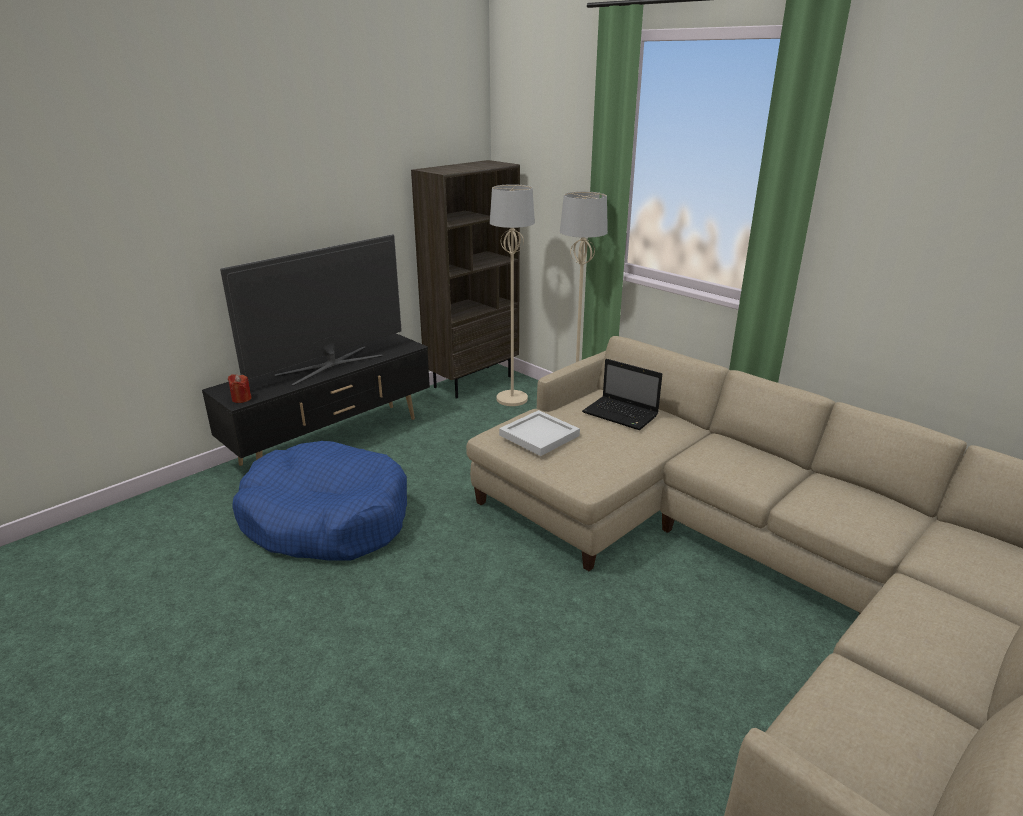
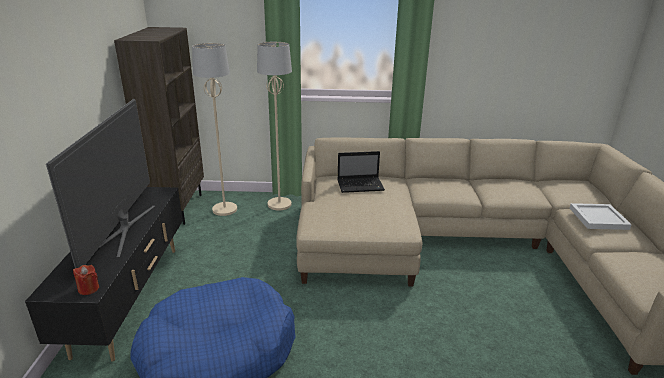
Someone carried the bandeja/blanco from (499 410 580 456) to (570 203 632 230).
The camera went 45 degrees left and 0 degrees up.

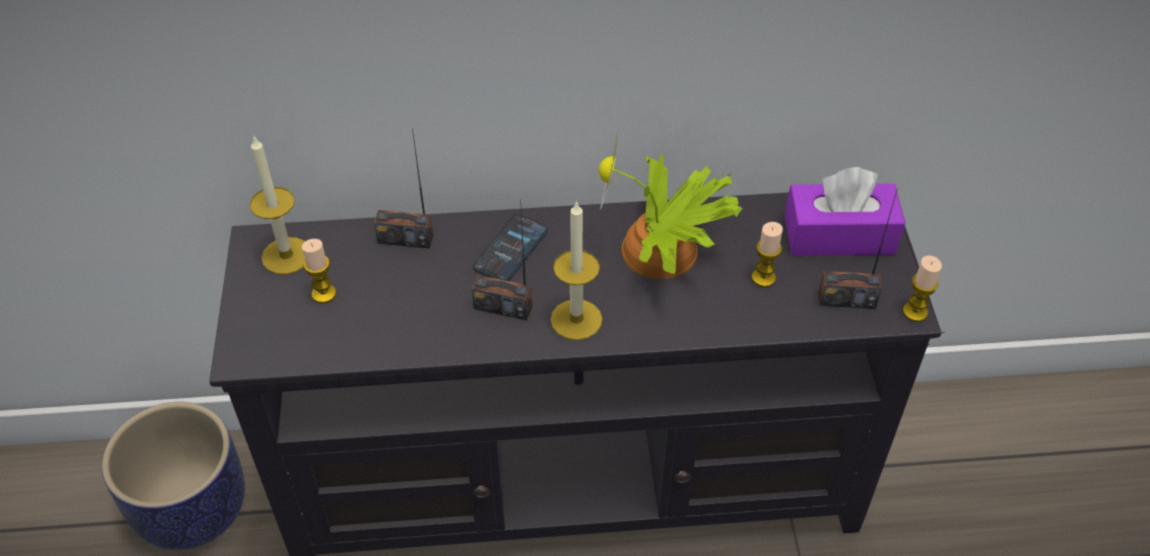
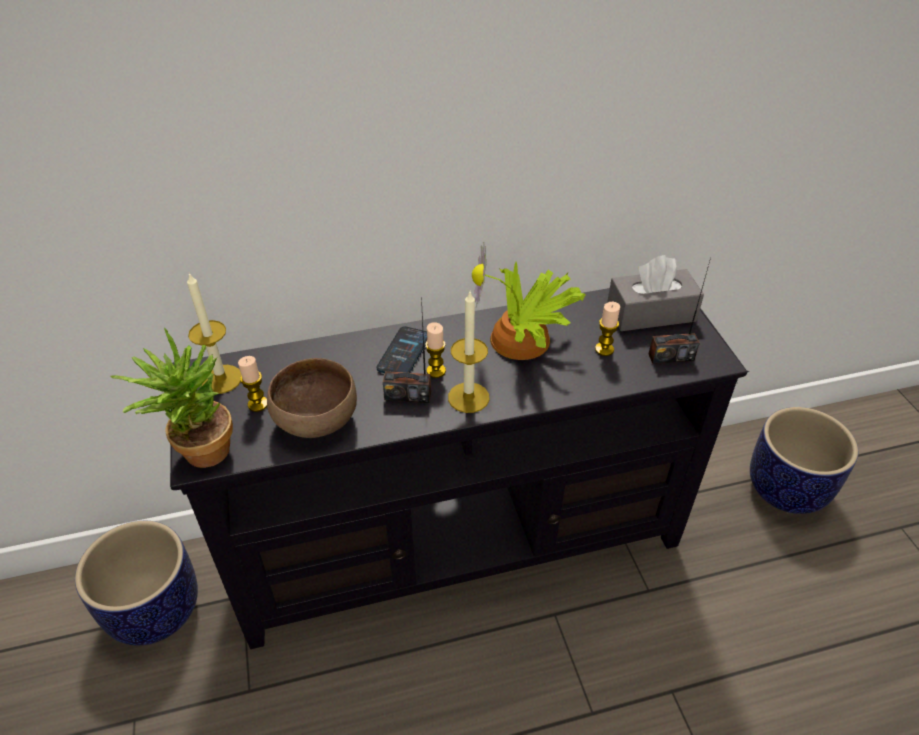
Someone took away the radio at (374 128 433 248).
Someone put down the planta en maceta at (110 327 233 468).
Someone put down the cuenco/marrón at (267 358 357 438).
Someone put down the maceta at (750 407 858 514).
Someone carried the vela from (903 255 942 322) to (425 322 446 378).
Someone repainted the caja de pañuelos/morado at (784 167 905 256), which became the caja de pañuelos/gris at (607 255 704 331).
The camera went 10 degrees left and 5 degrees down.

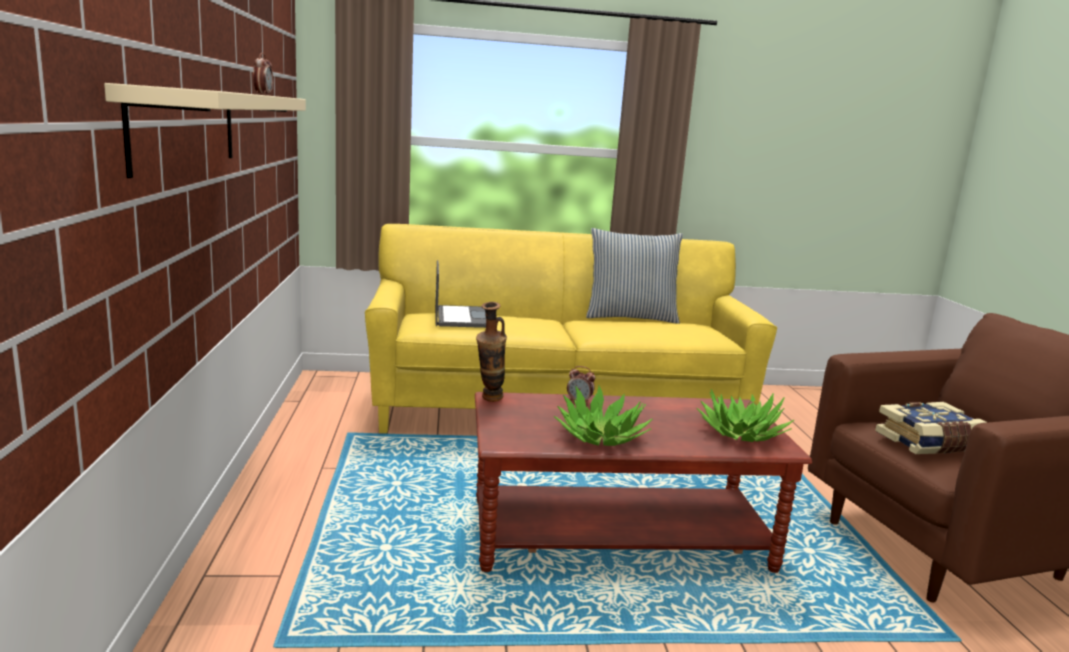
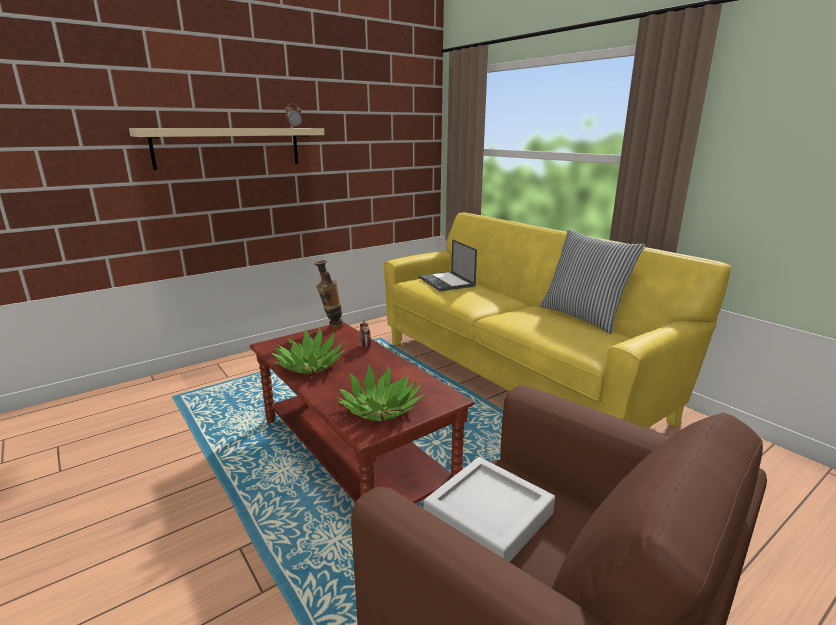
Someone swapped the libro at (875 402 987 454) for the bandeja/gris at (423 457 555 562).
Someone rotated the portátil at (435 260 486 328) by 105 degrees clockwise.
The camera went 60 degrees right and 5 degrees up.

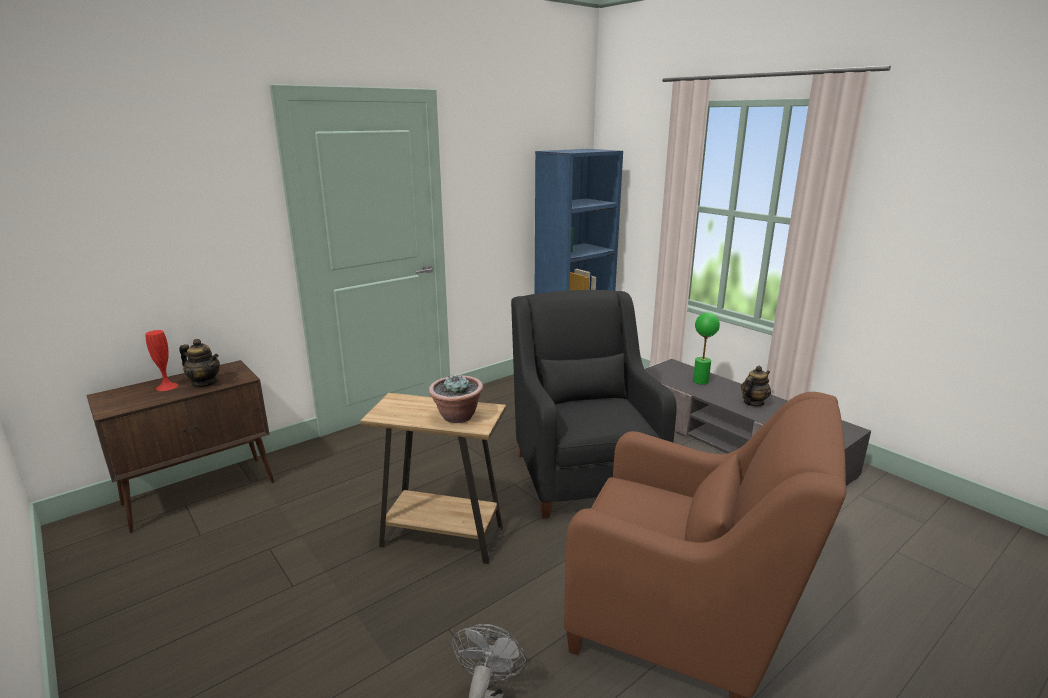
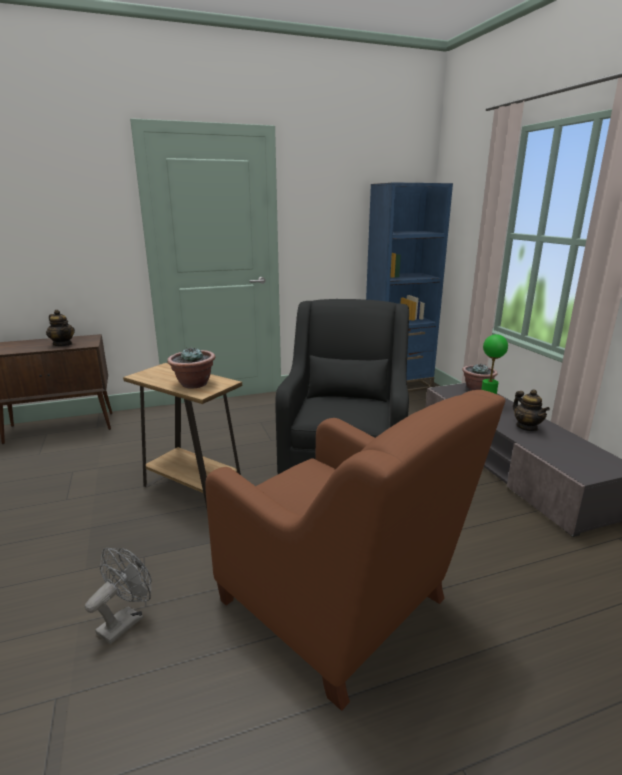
Someone took away the florero/rojo at (146 330 178 391).
Someone put down the planta en maceta at (462 364 498 391).
Someone rotated the tetera at (741 366 771 406) by 90 degrees clockwise.
The camera went 20 degrees right and 0 degrees up.

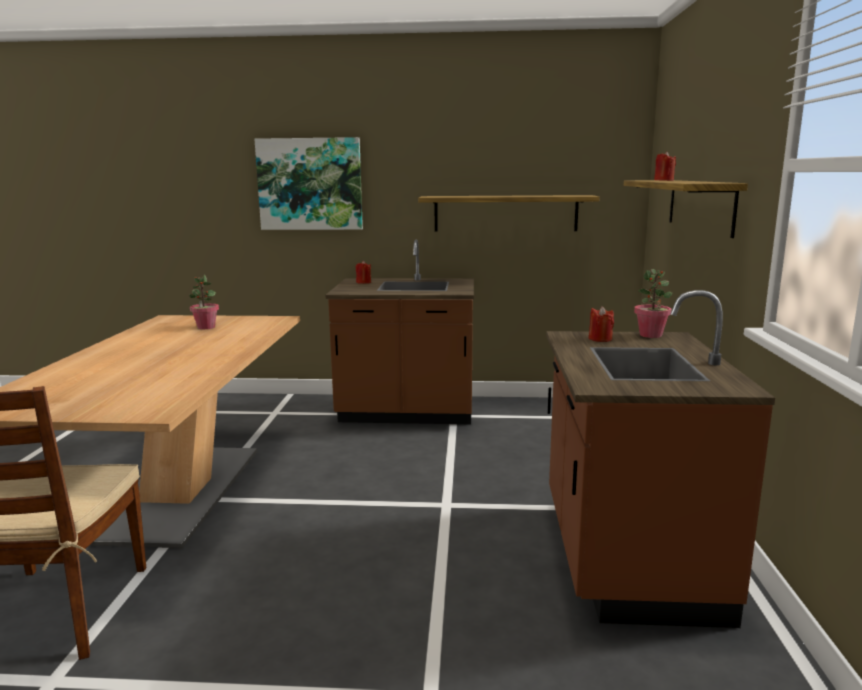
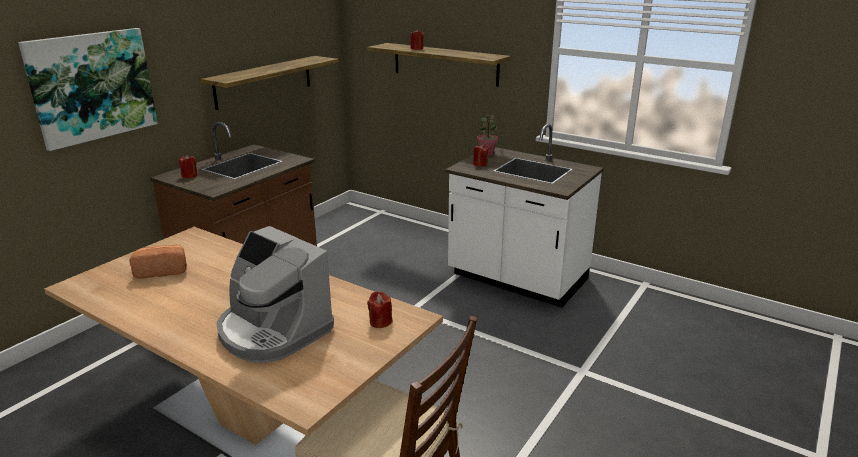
Someone put down the cafetera at (216 226 334 363).
Someone put down the vela/rojo at (367 291 392 328).
Someone swapped the planta en maceta at (189 275 219 329) for the pan at (129 245 187 278).
Someone repainted the mueble bajo de cocina/marrón at (546 290 775 628), which became the mueble bajo de cocina/blanco at (445 124 604 308).
The camera went 60 degrees left and 10 degrees up.

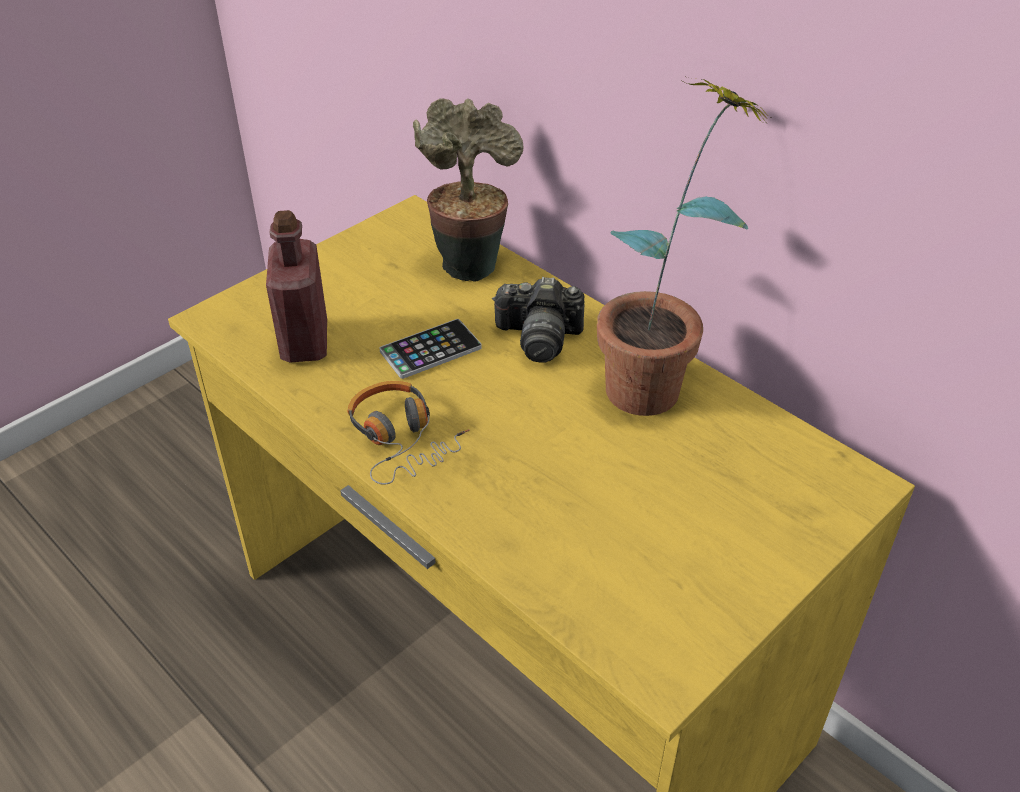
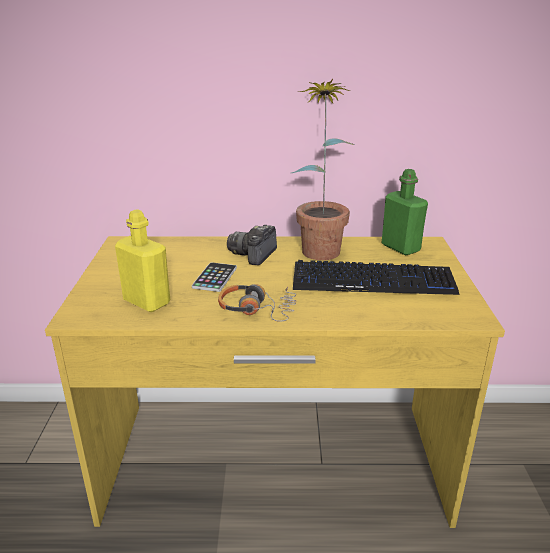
Someone took away the planta en maceta at (413 98 524 282).
Someone put down the teclado at (293 260 460 295).
Someone put down the botella/verde at (382 169 428 255).
Someone repainted the botella/rojo at (266 210 327 363), which became the botella/amarillo at (115 209 170 312).
Someone rotated the cámara at (492 277 585 363) by 150 degrees clockwise.
The camera went 45 degrees left and 15 degrees down.

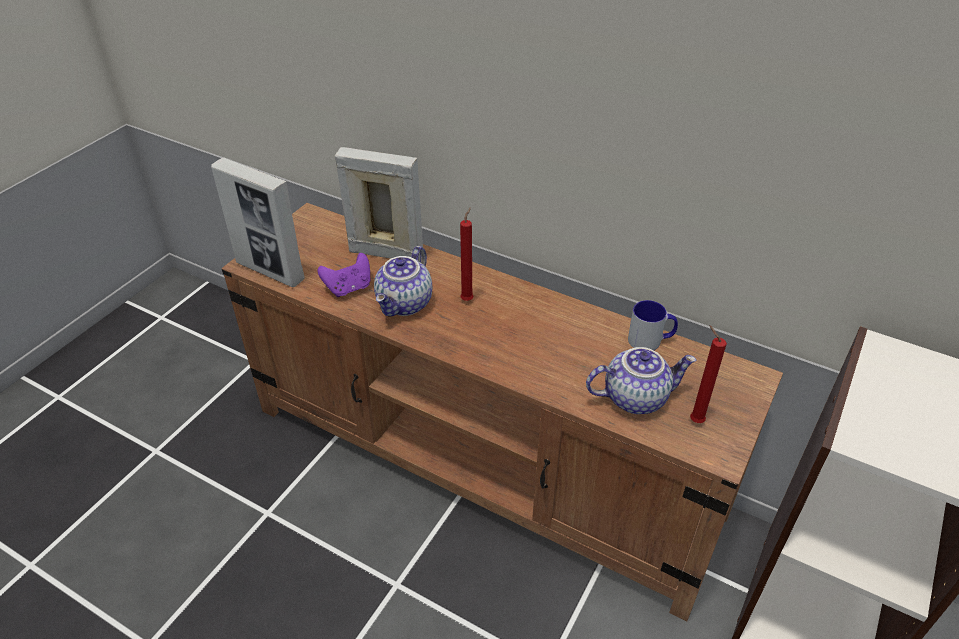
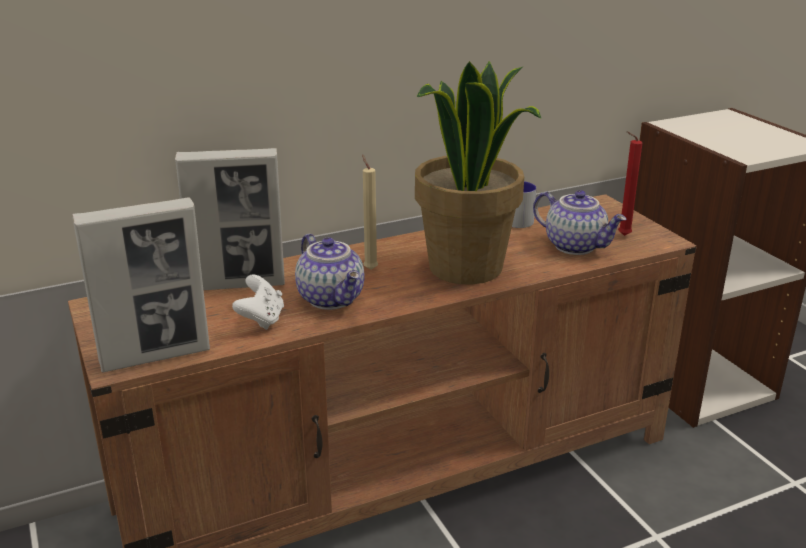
Someone put down the planta en maceta at (415 61 541 284).
Someone repainted the mando de consola/morado at (318 253 370 297), which became the mando de consola/blanco at (232 274 284 330).
Someone repainted the vela/rojo at (460 207 474 301), which became the vela/beis at (362 154 378 270).
Someone rotated the portarretratos at (335 147 423 262) by 150 degrees counterclockwise.
Someone rotated the tetera at (586 347 697 414) by 105 degrees clockwise.
The camera went 55 degrees left and 15 degrees down.

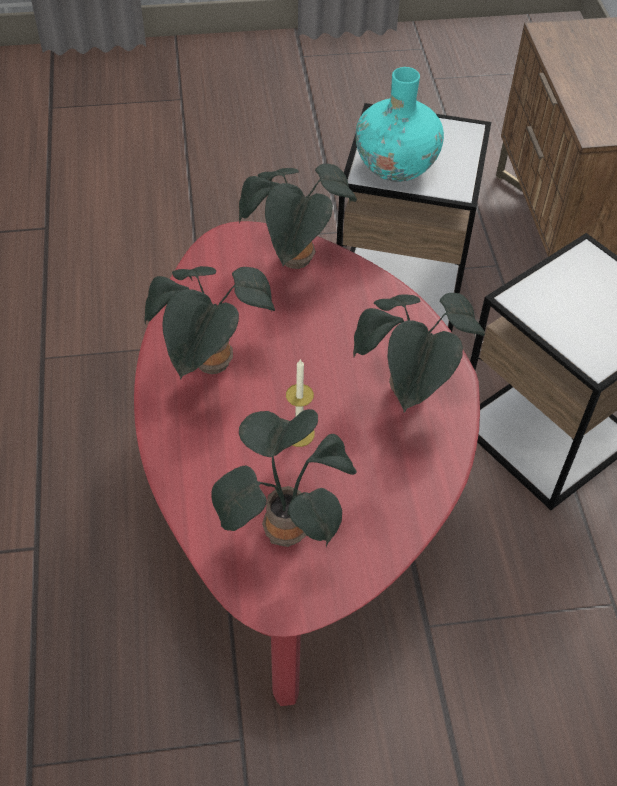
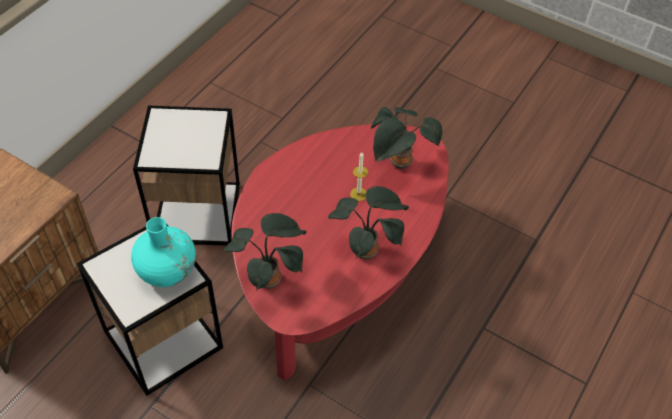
Someone took away the planta en maceta at (353 293 485 413).
The camera went 140 degrees left and 0 degrees up.

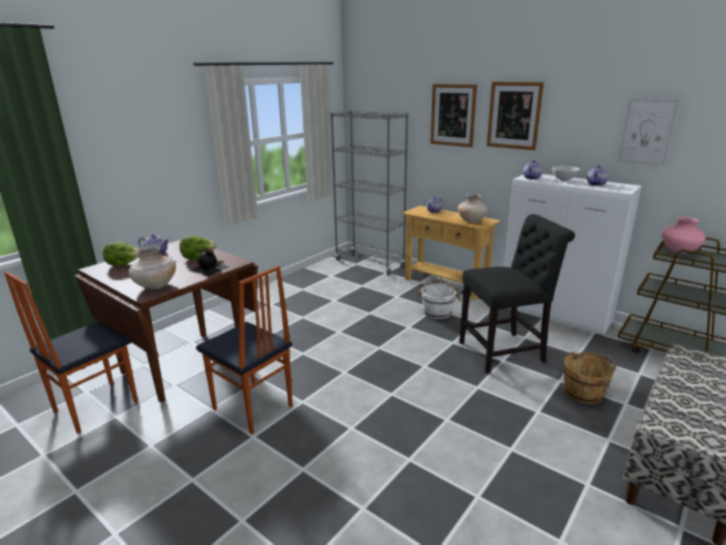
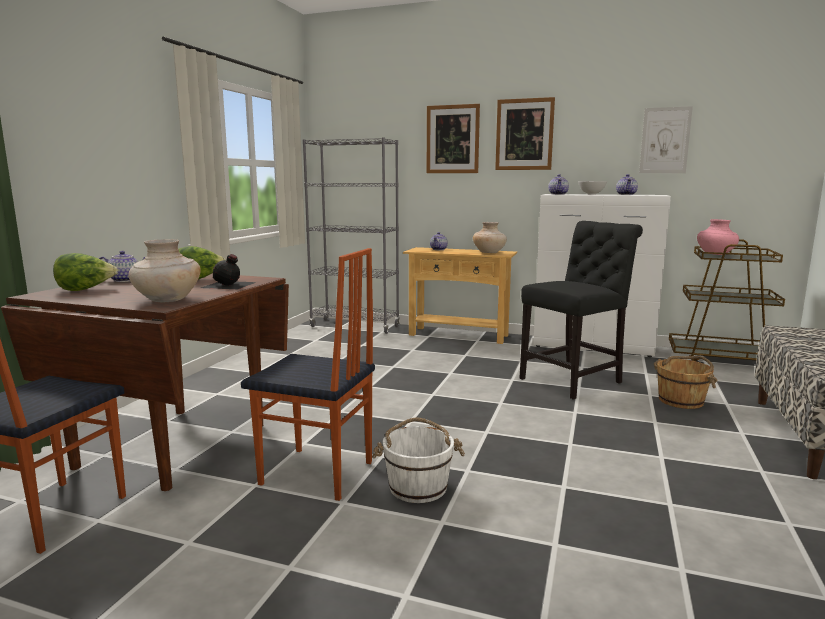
Someone carried the cubo/blanco from (416 280 461 319) to (372 418 465 503).
The camera went 20 degrees left and 10 degrees down.

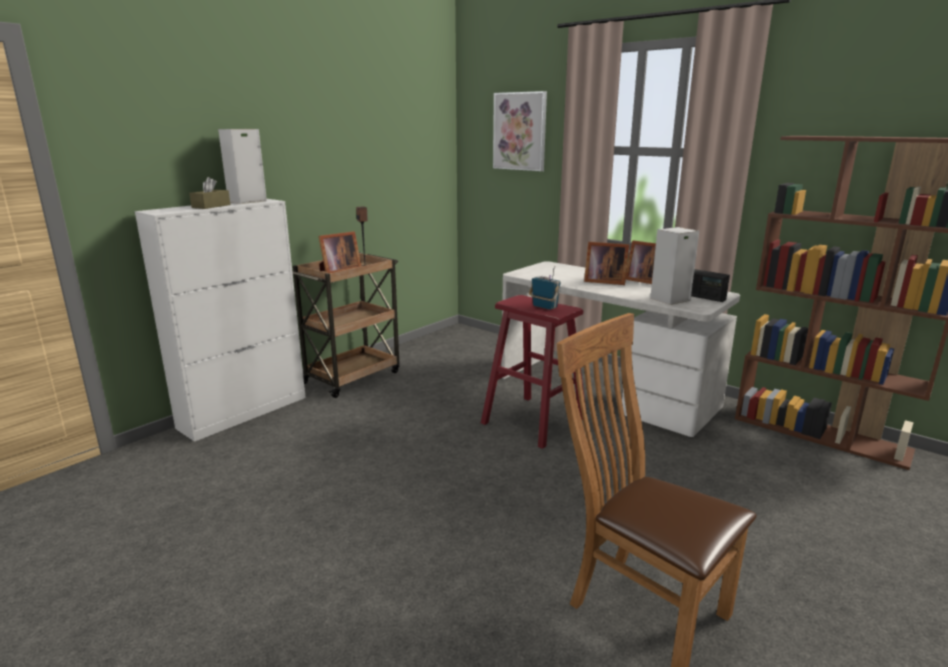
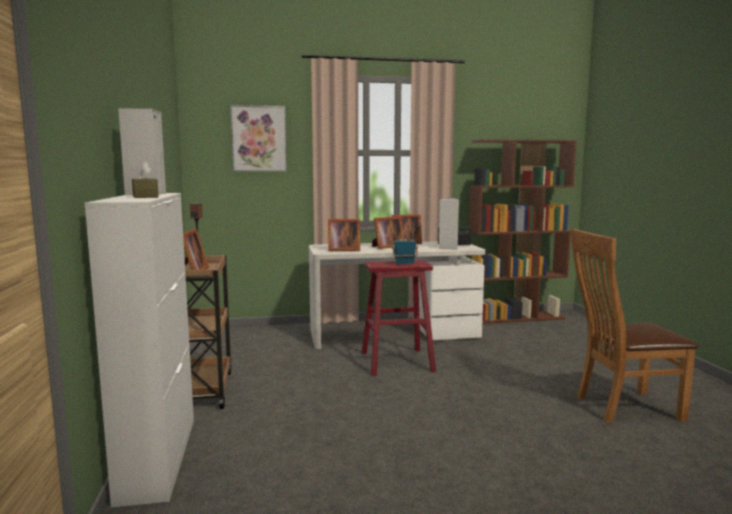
Someone put down the portarretratos at (328 219 360 251).
The camera went 50 degrees left and 10 degrees down.

